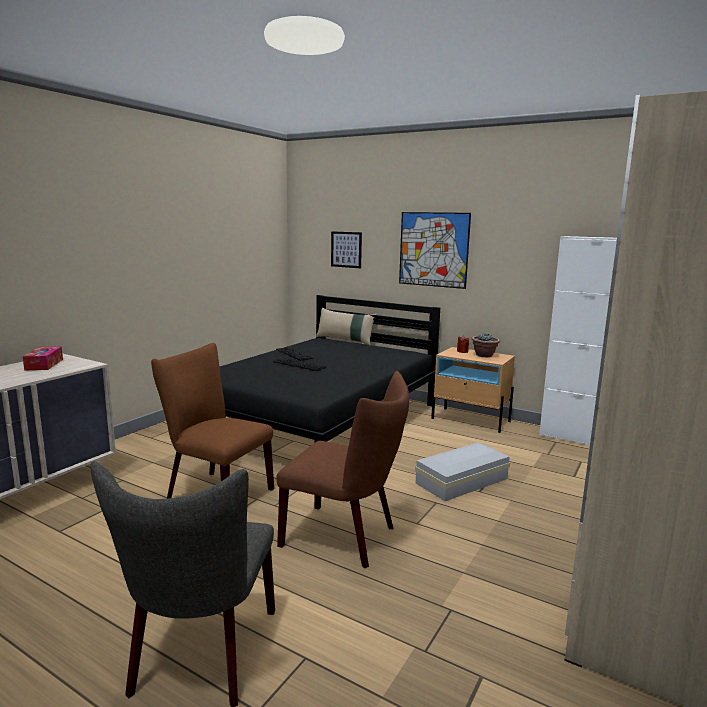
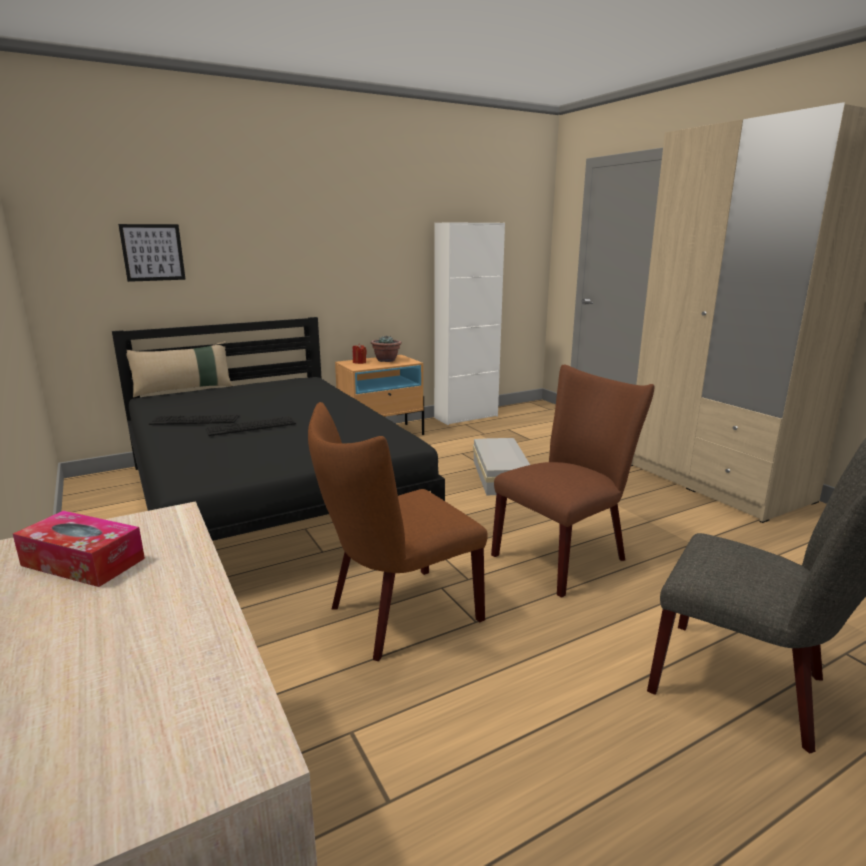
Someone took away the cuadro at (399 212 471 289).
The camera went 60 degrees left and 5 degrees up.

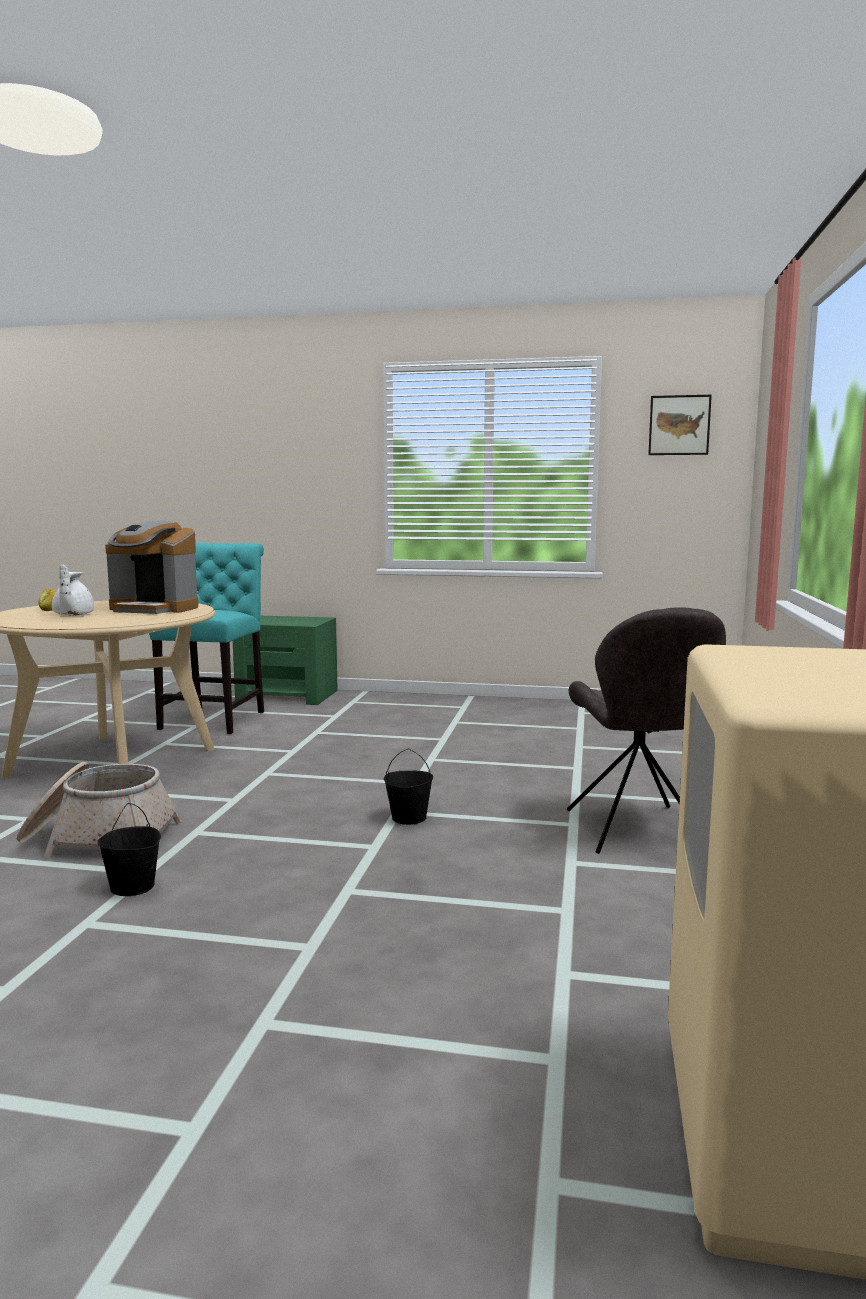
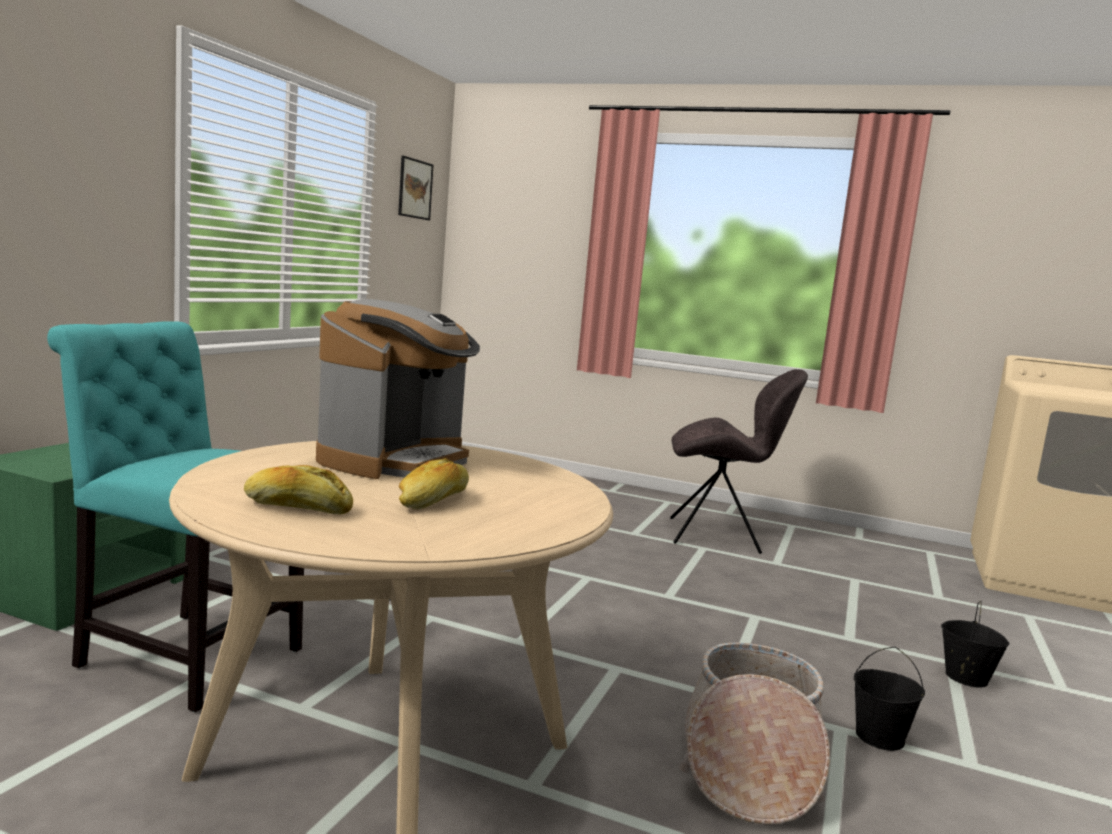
Someone carried the cubo/negro from (384 749 433 825) to (941 601 1010 687).
Someone swapped the tetera/blanco at (52 564 94 616) for the pan at (399 458 469 509).
The camera went 80 degrees left and 0 degrees up.

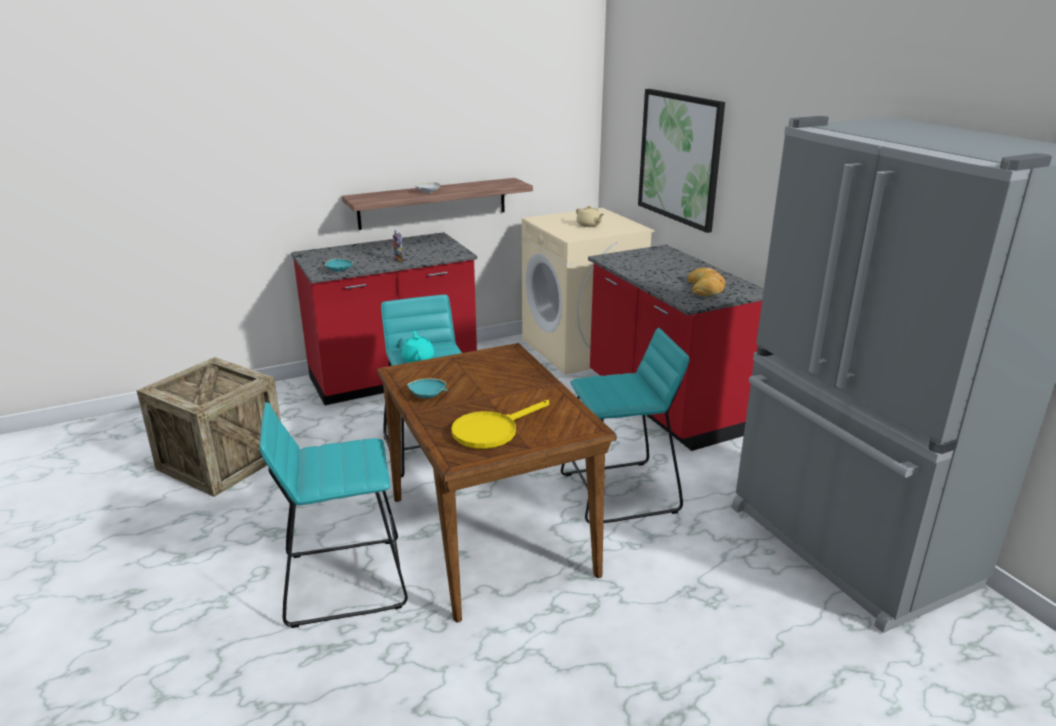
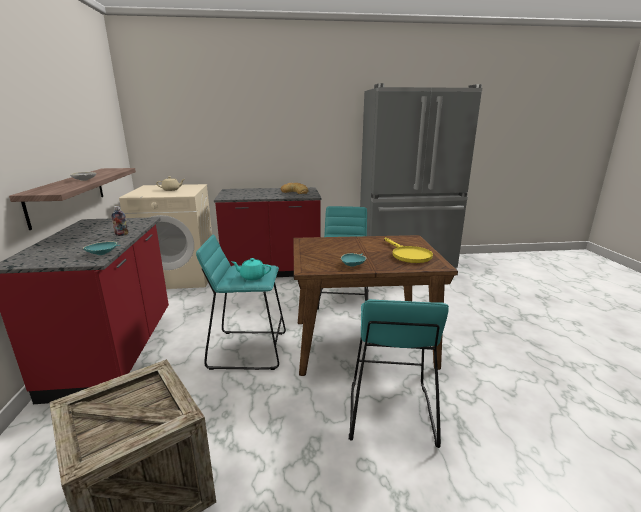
Someone took away the cuadro at (638 89 725 233).
The camera went 70 degrees left and 5 degrees down.

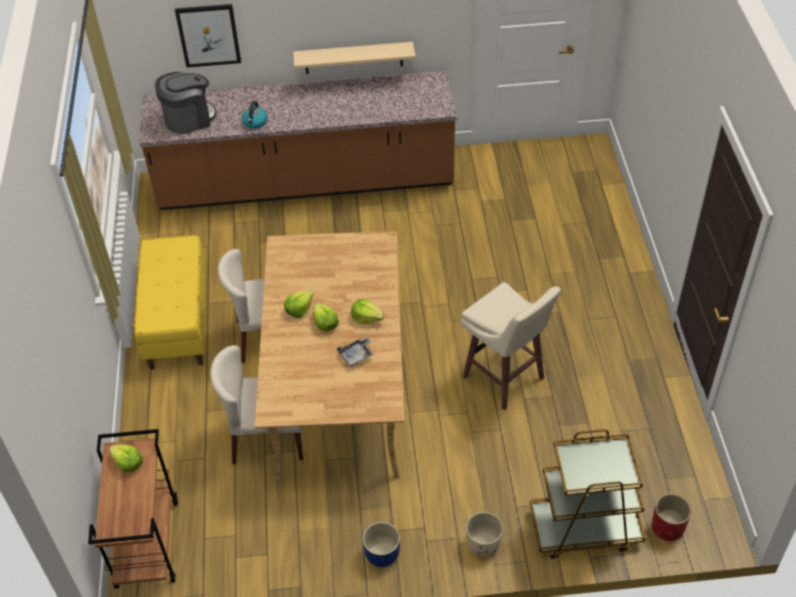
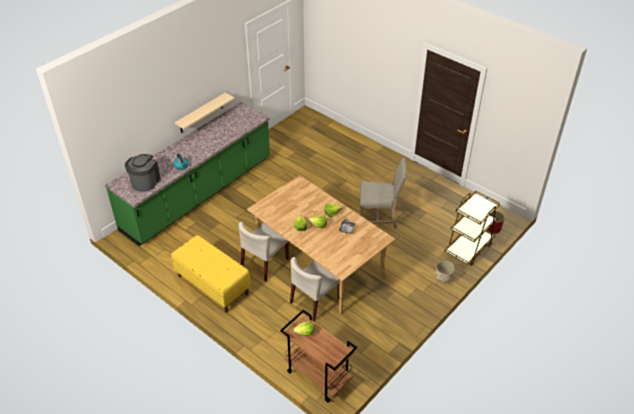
Someone took away the cuadro at (175 4 241 68).
Someone took away the maceta/azul at (362 522 400 567).
Someone swapped the taburete/beis at (460 282 561 411) for the silla/beis at (360 158 407 228).
Someone repainted the mueble bajo de cocina/marrón at (139 71 457 210), which became the mueble bajo de cocina/verde at (105 102 270 246).
The camera went 45 degrees left and 5 degrees down.

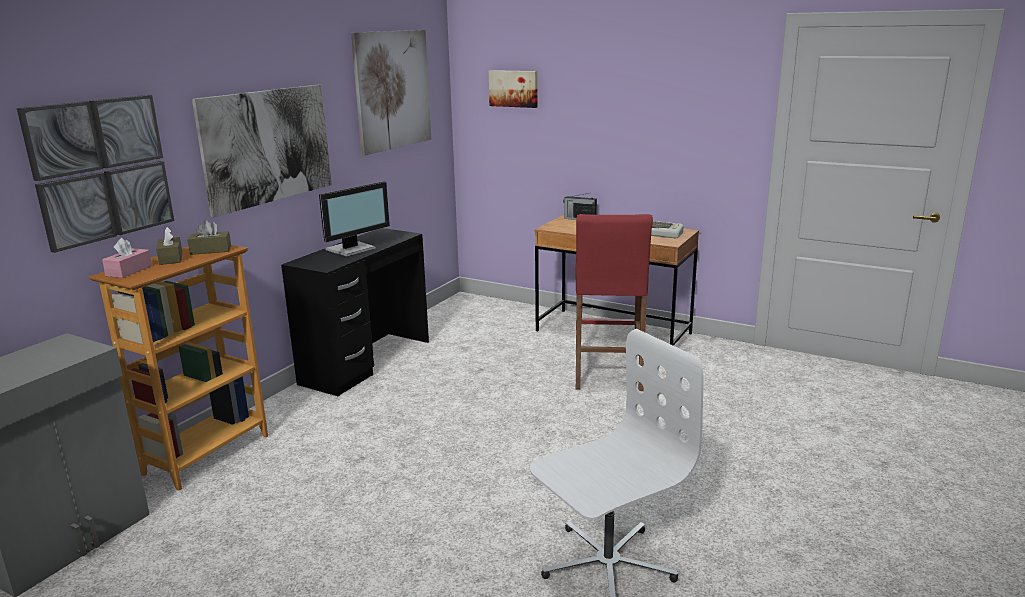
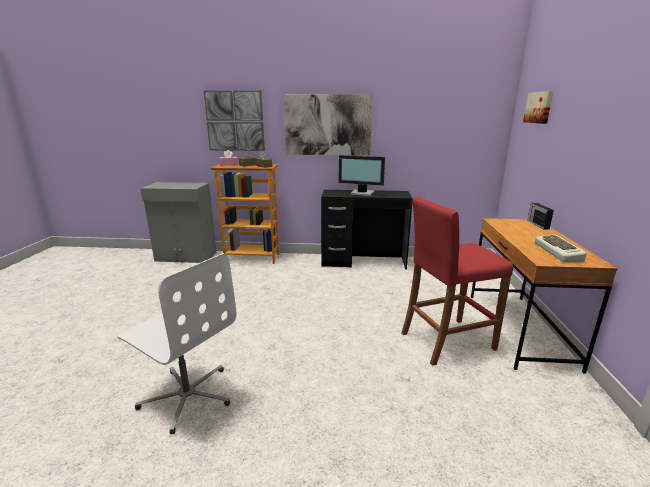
Someone took away the cuadro at (351 30 431 156).
The camera went 65 degrees right and 0 degrees up.

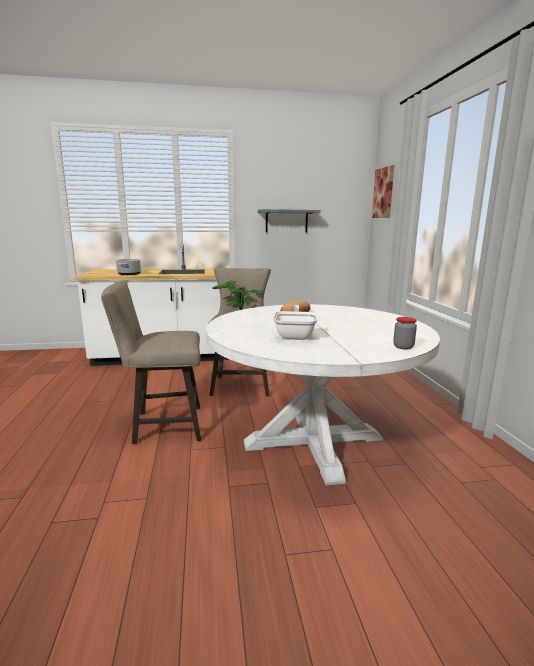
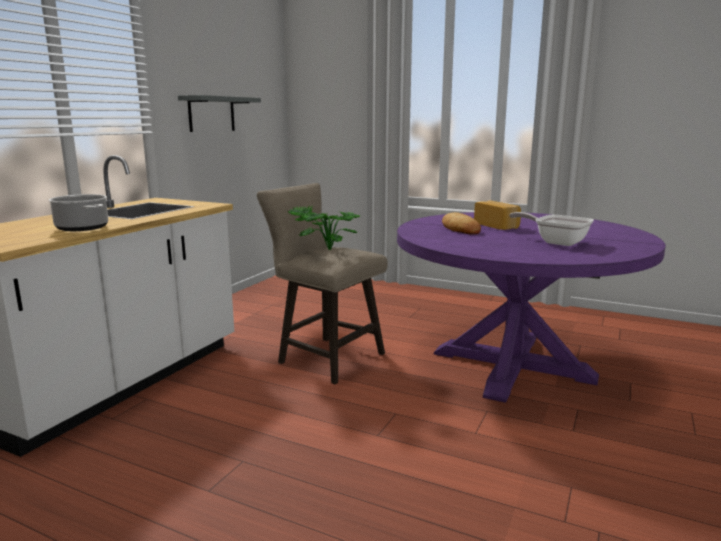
Someone took away the taburete/beis at (101 280 201 444).
Someone took away the cuadro at (372 165 395 218).
Someone took away the tarro at (393 317 417 350).
Someone put down the pan at (474 201 521 230).
Someone repainted the mesa de comedor/blanco at (206 304 440 486), which became the mesa de comedor/morado at (397 212 666 403).
The camera went 55 degrees left and 0 degrees up.

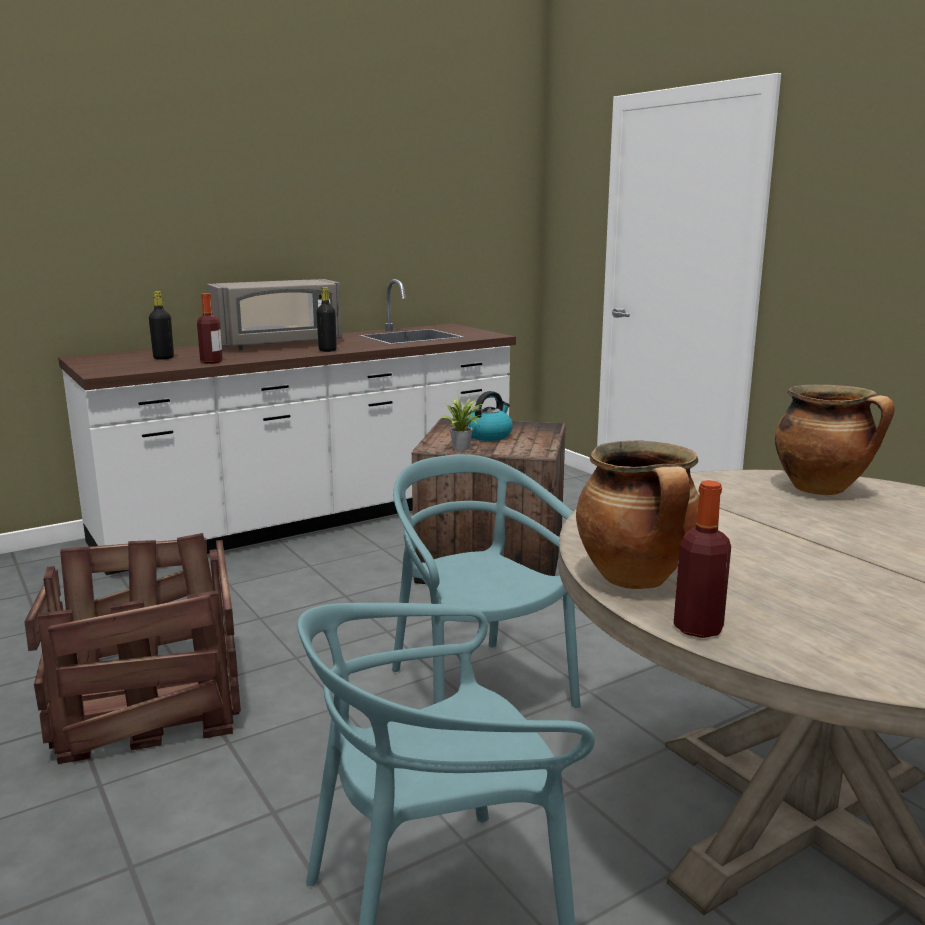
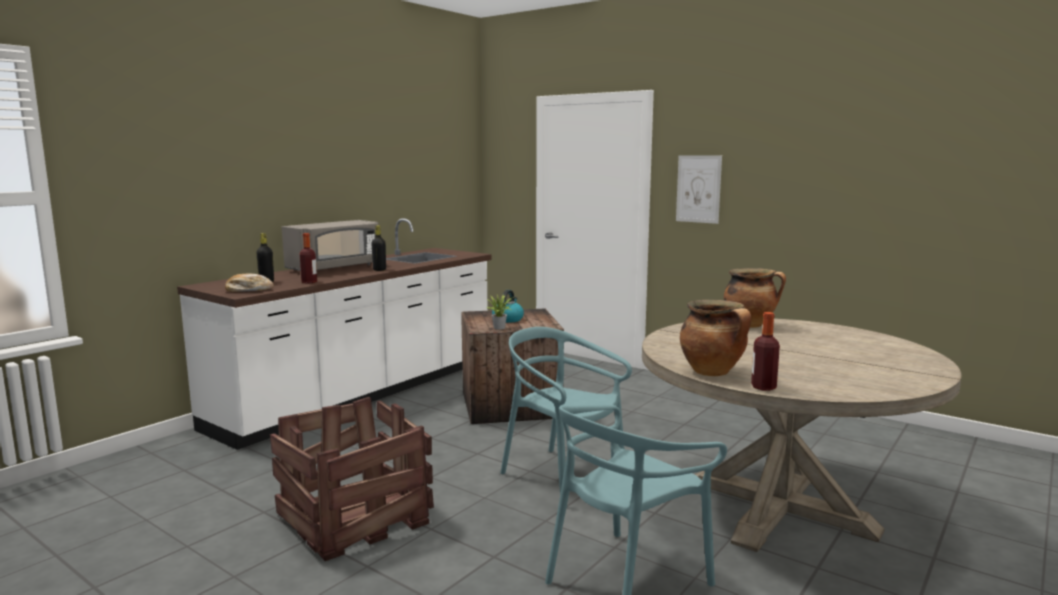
Someone put down the pan at (225 274 273 292).
Someone put up the cuadro at (676 155 722 224).
The camera went 20 degrees left and 5 degrees down.

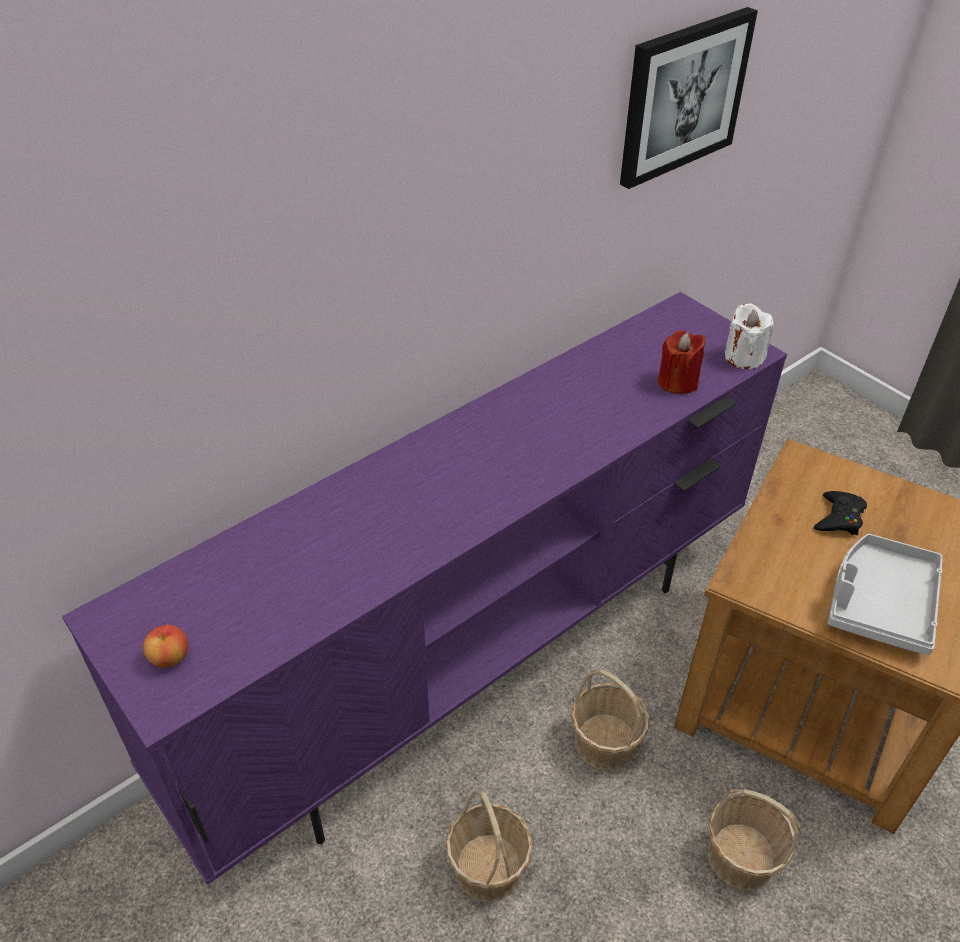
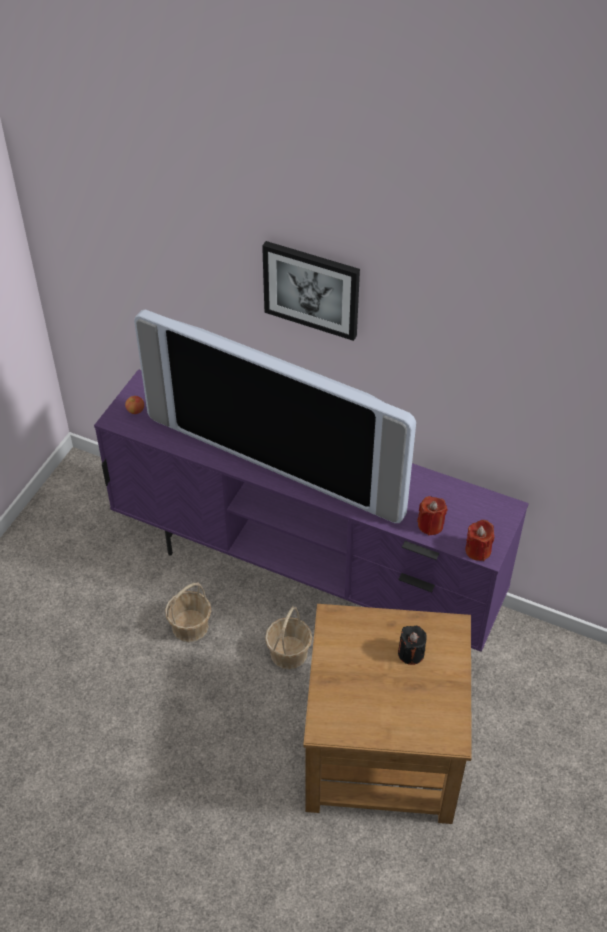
Someone took away the cesta at (707 789 801 891).
Someone took away the bandeja/gris at (828 534 943 655).
Someone put down the televisor at (134 309 416 523).
Someone carried the cuadro from (620 7 758 189) to (262 241 360 341).
Someone swapped the mando de consola/negro at (814 491 867 535) for the vela/negro at (398 626 426 665).
Someone repainted the vela/blanco at (725 303 774 369), which became the vela/rojo at (465 520 495 561).
The camera went 65 degrees right and 5 degrees up.

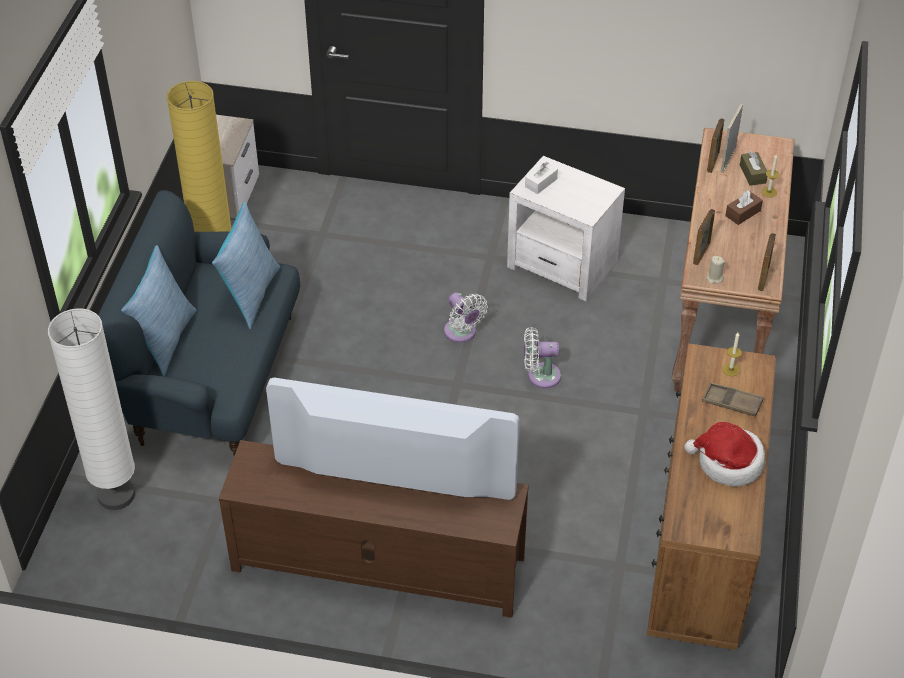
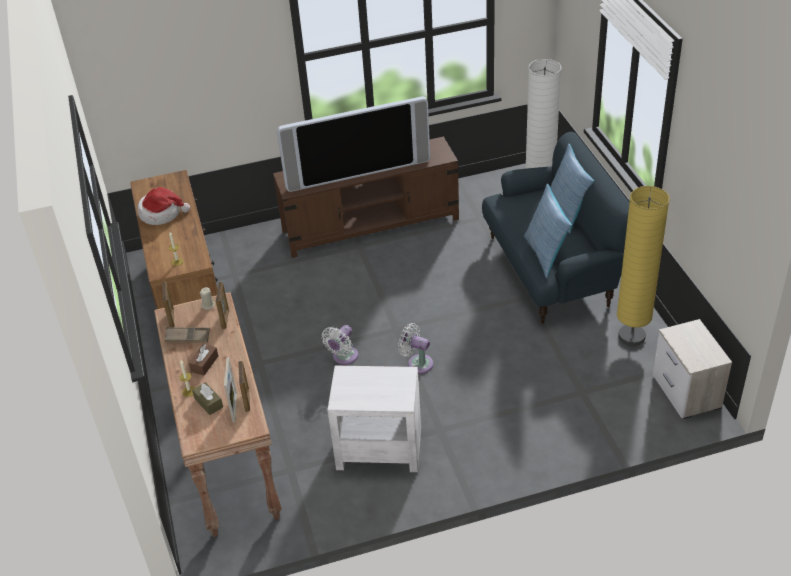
Someone took away the caja de pañuelos/blanco at (525 162 558 194).
Someone carried the bandeja/marrón from (702 382 764 416) to (165 327 210 343).
Someone rotated the ventilador/blanco at (524 327 561 388) by 150 degrees clockwise.
The camera went 155 degrees right and 5 degrees down.

